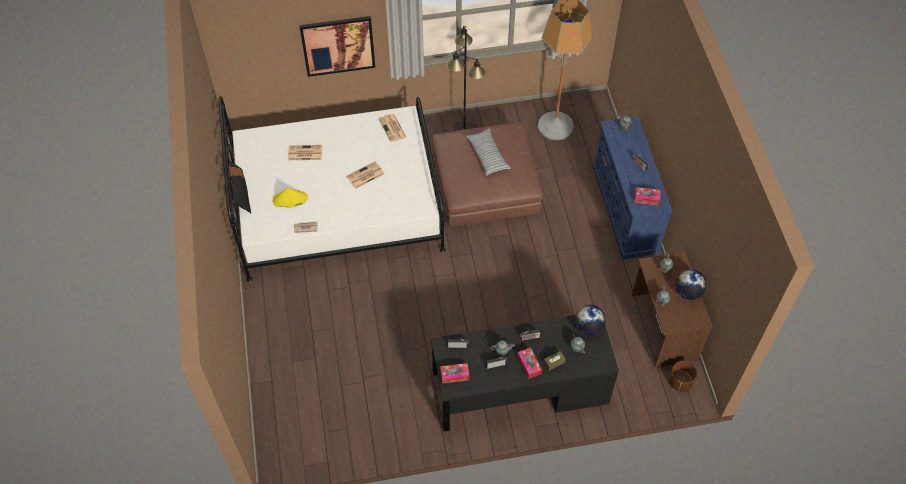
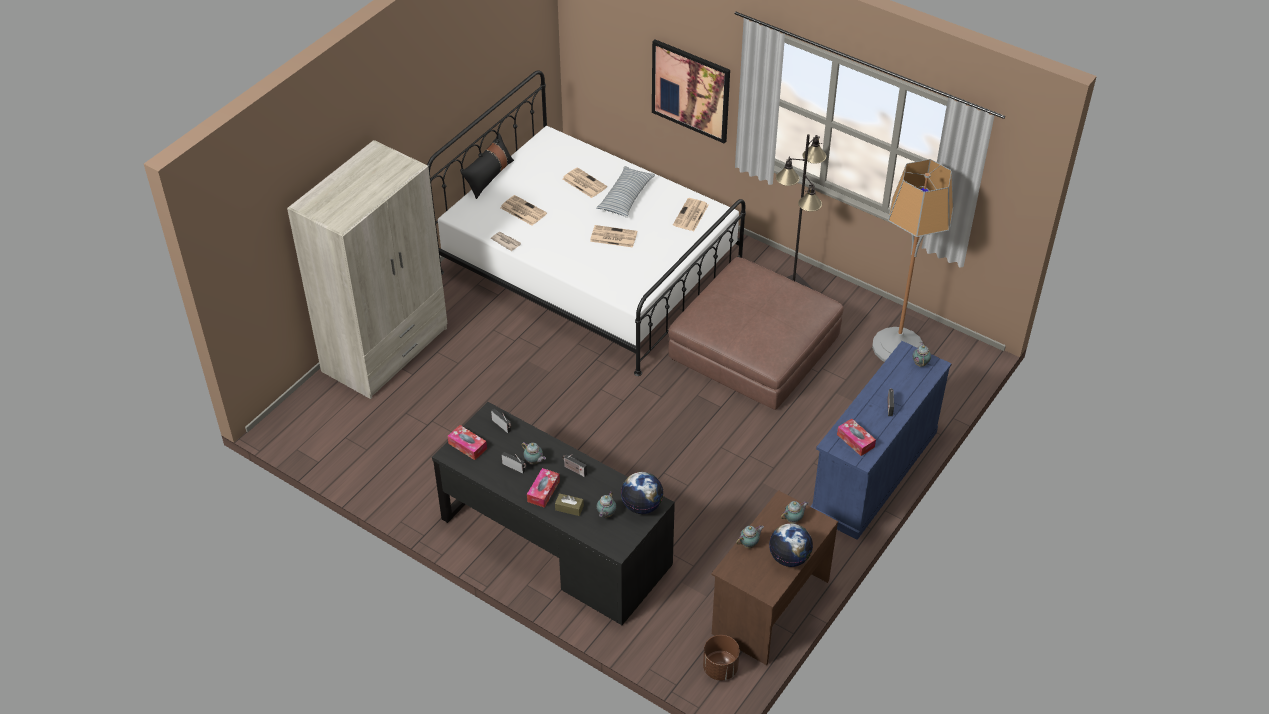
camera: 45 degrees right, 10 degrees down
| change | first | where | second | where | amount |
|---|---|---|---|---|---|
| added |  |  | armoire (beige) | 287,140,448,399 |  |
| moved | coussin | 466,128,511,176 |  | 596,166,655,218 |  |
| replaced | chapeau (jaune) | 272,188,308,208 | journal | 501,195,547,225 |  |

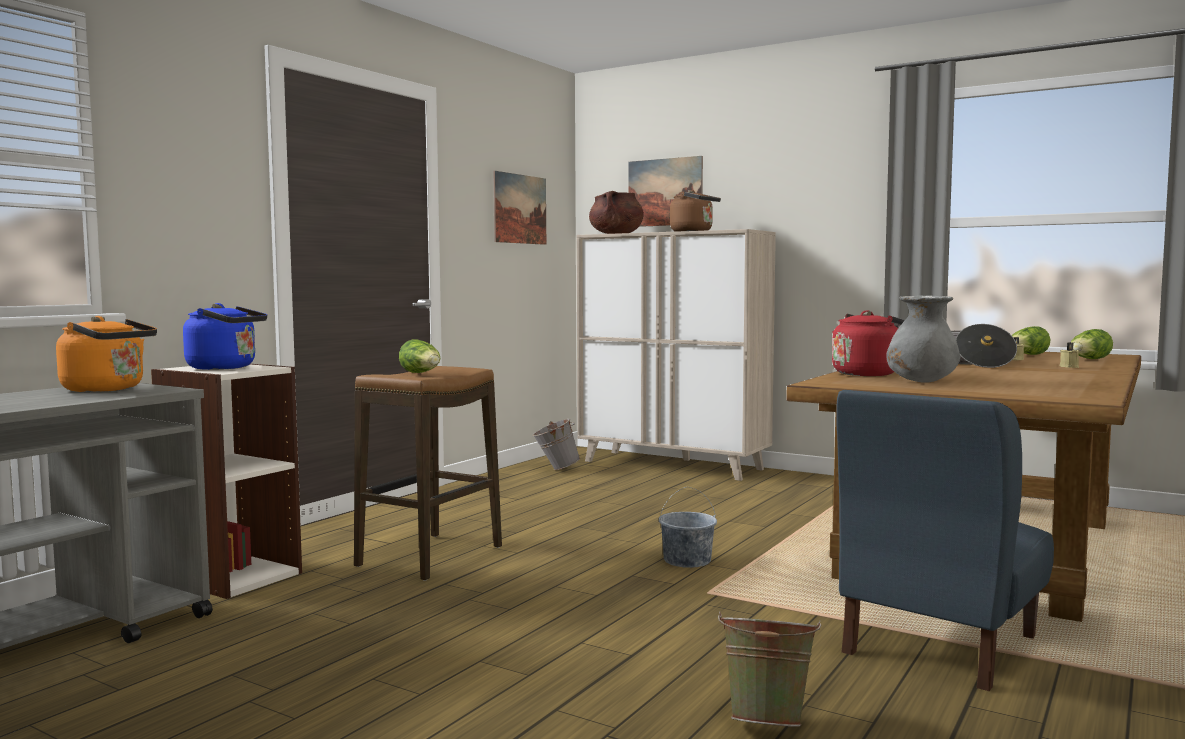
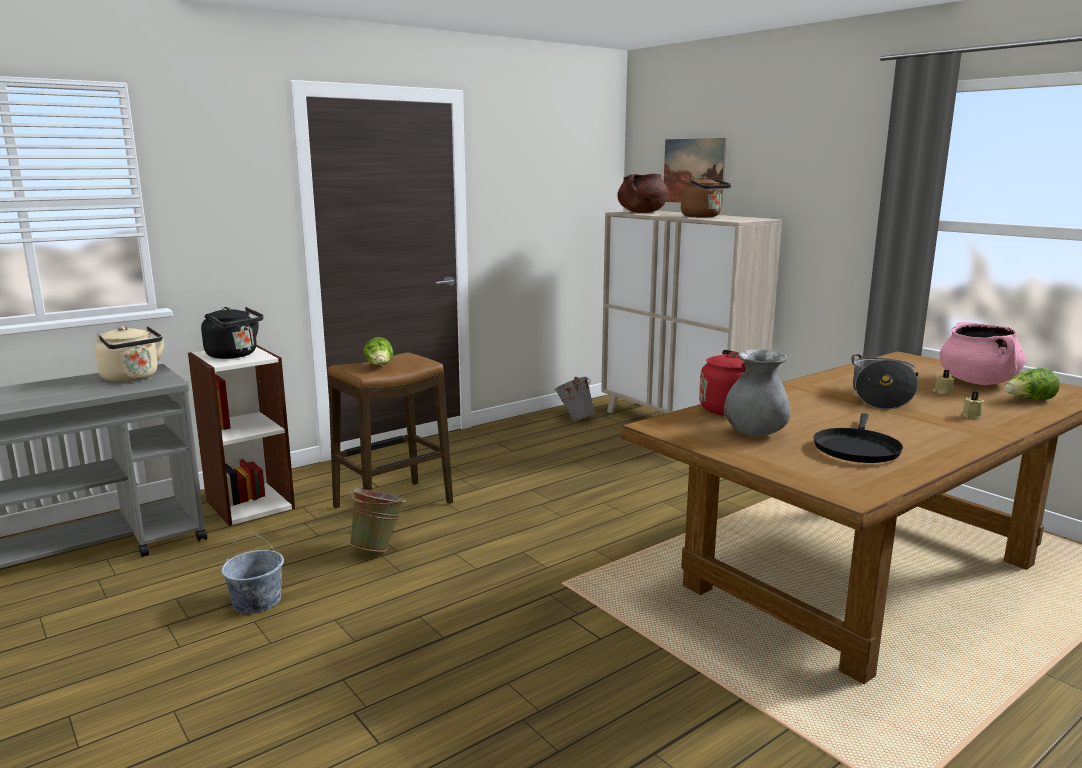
camera: 20 degrees right, 10 degrees up
| change | first | where | second | where | amount |
|---|---|---|---|---|---|
| removed | tableau | 493,171,546,245 |  |  |  |
| removed | chaise (bleu) | 836,390,1054,691 |  |  |  |
| added |  |  | poêle (noir) | 814,413,903,463 |  |
| moved | seau (gris) | 659,487,717,568 |  | 221,533,284,614 |  |
| moved | seau (vert) | 718,611,821,727 |  | 350,486,406,552 |  |
| replaced | laitue | 1012,326,1050,355 | marmite (rose) | 940,322,1026,385 |  |
| recoloured | bouilloire (orange) | 56,316,157,392 | bouilloire (beige) | 94,326,164,382 |  |
| recoloured | bouilloire (bleu) | 183,303,267,370 | bouilloire (noir) | 201,307,264,359 |  |

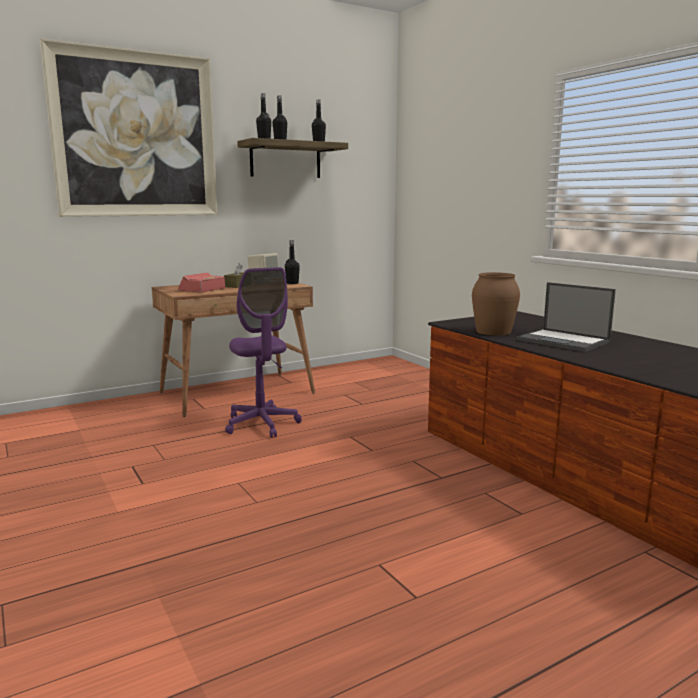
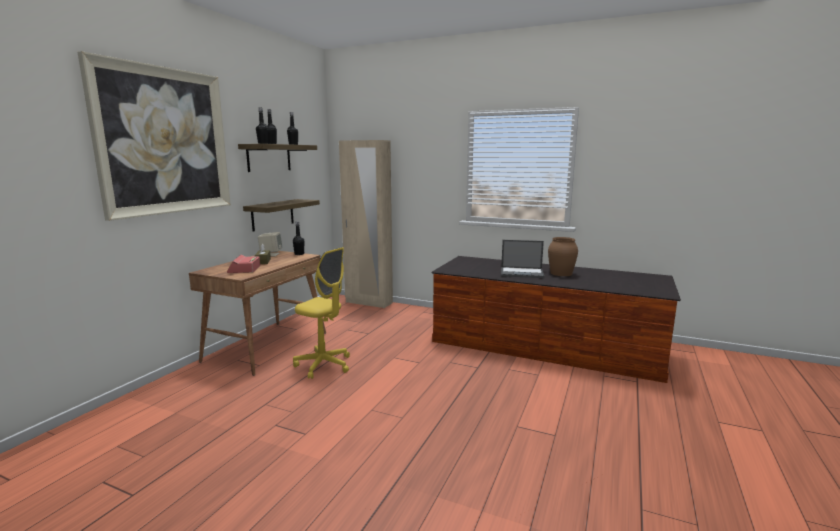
camera: 35 degrees left, 0 degrees up
| change | first | where | second | where | amount |
|---|---|---|---|---|---|
| added |  |  | étagère | 243,199,320,232 |  |
| added |  |  | armoire (beige) | 339,140,393,308 |  |
| moved | vase (marron) | 472,272,520,336 |  | 548,237,578,276 |  |
| recoloured | chaise de bureau (violet) | 225,267,302,438 | chaise de bureau (jaune) | 293,247,350,379 |  |

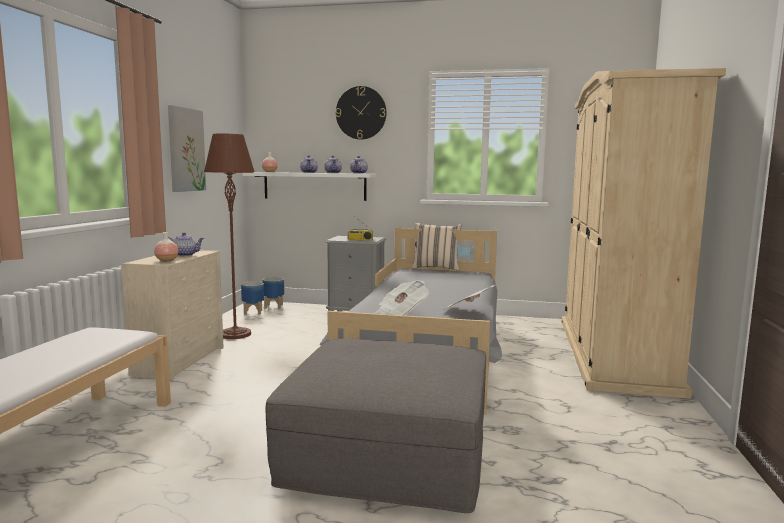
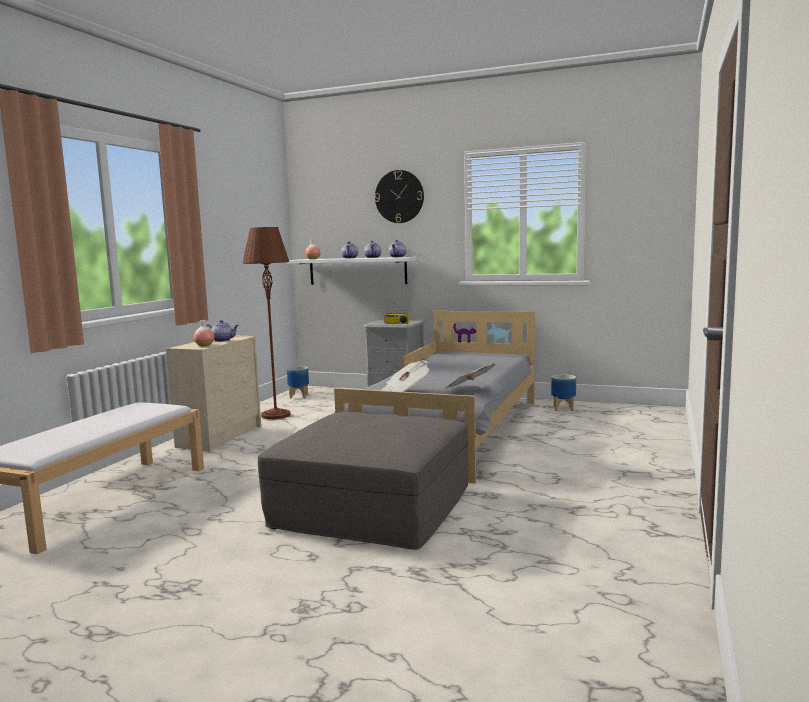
camera: 10 degrees right, 0 degrees up
| change | first | where | second | where | amount |
|---|---|---|---|---|---|
| removed | tableau | 168,105,206,192 |  |  |  |
| removed | coussin (beige) | 412,223,462,271 |  |  |  |
| removed | armoire (beige) | 562,68,726,399 |  |  |  |
| moved | cache-pot | 262,277,284,309 |  | 551,374,576,411 |  |

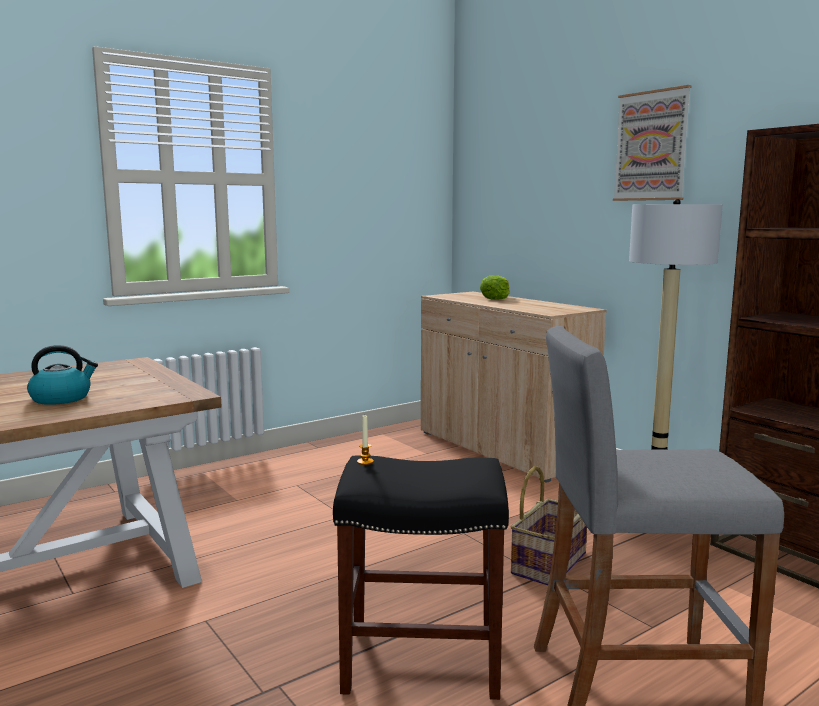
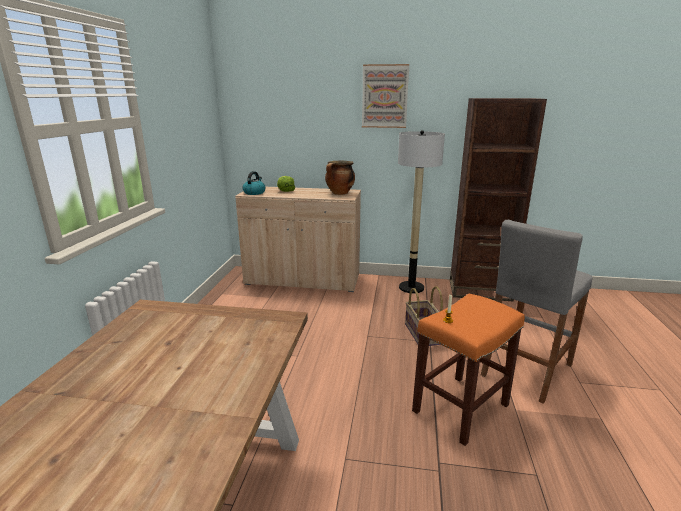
camera: 45 degrees left, 10 degrees up
| change | first | where | second | where | amount |
|---|---|---|---|---|---|
| added |  |  | marmite | 325,161,355,195 |  |
| moved | bouilloire | 27,345,98,405 |  | 242,171,266,195 |  |
| recoloured | tabouret (noir) | 333,455,509,700 | tabouret (orange) | 412,294,525,446 |  |

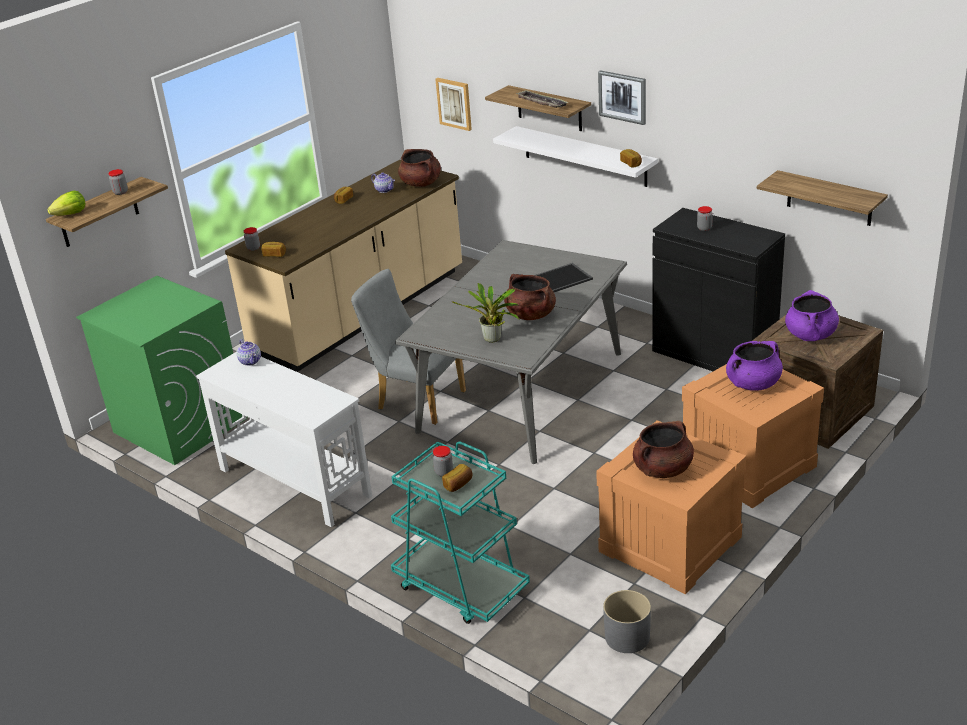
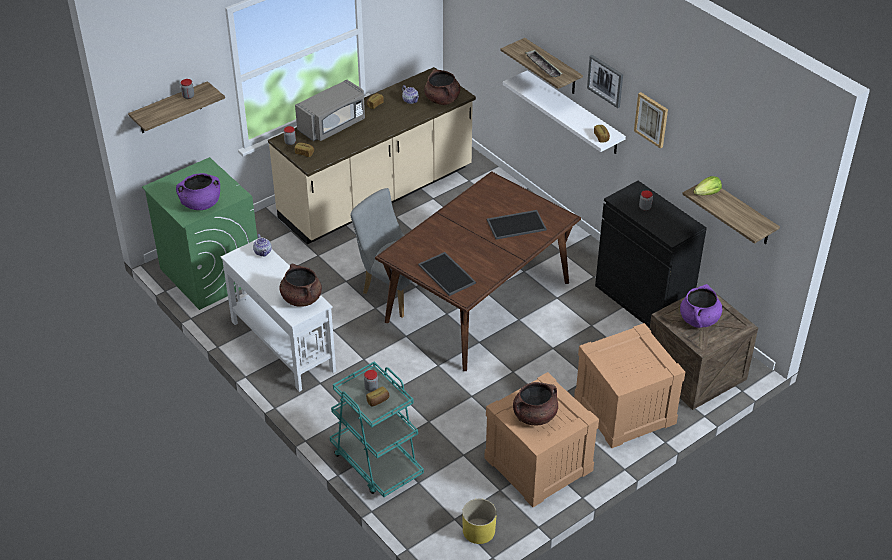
camera: 10 degrees right, 10 degrees up
| change | first | where | second | where | amount |
|---|---|---|---|---|---|
| added |  |  | micro-ondes (gris) | 295,80,365,141 |  |
| moved | laitue | 47,191,85,216 |  | 693,176,722,196 |  |
| moved | tableau | 435,78,472,131 |  | 634,92,668,149 |  |
| moved | marmite (marron) | 504,274,556,320 |  | 279,264,322,307 |  |
| moved | marmite (violet) | 726,341,783,391 |  | 176,173,220,210 |  |
| replaced | plante en pot | 451,283,520,343 | plateau | 418,252,476,296 |  |
| recoloured | table à manger (gris) | 395,240,627,464 | table à manger (marron) | 375,171,581,371 |  |
| recoloured | cache-pot (gris) | 603,590,651,653 | cache-pot (jaune) | 462,499,497,544 |  |

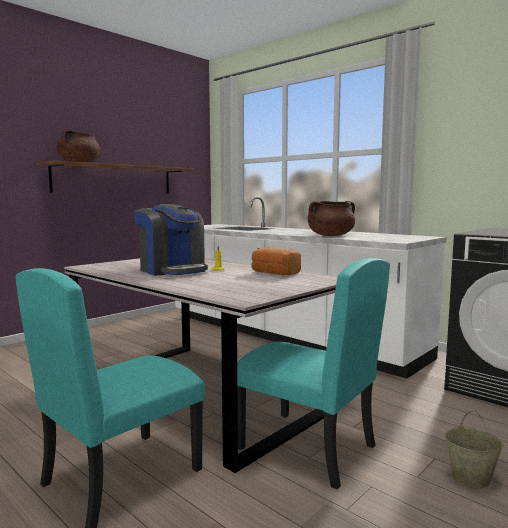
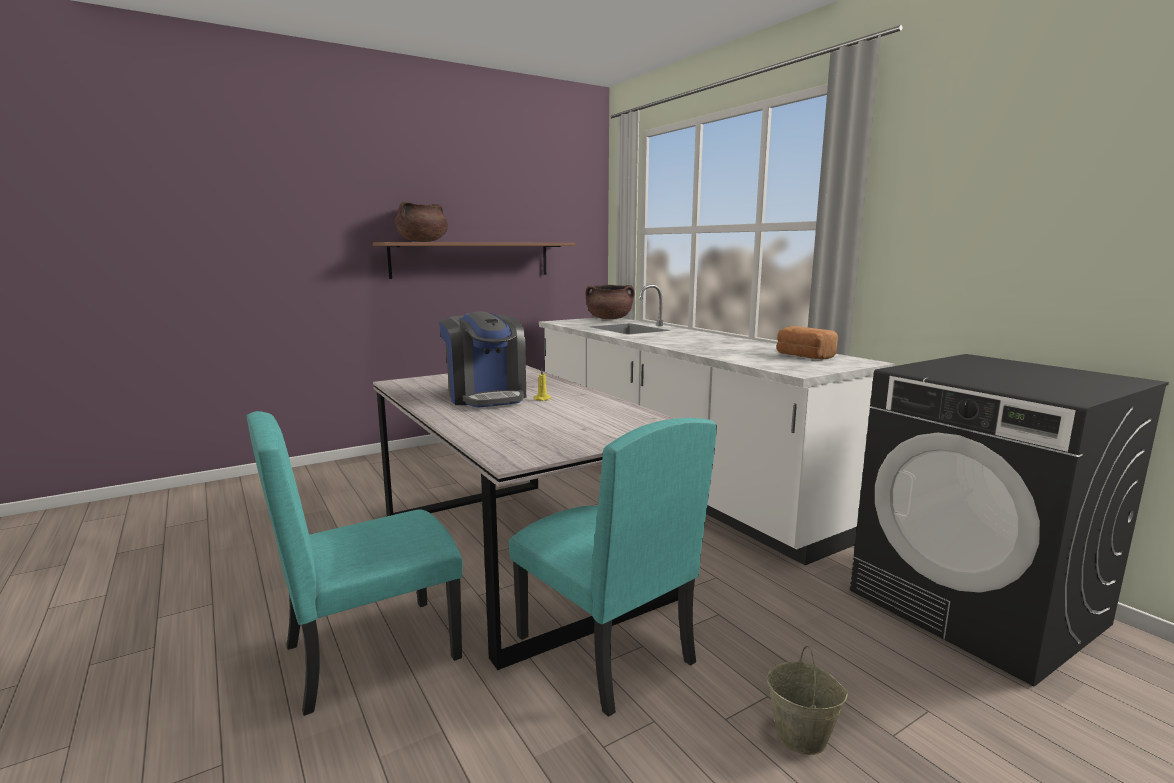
camera: 15 degrees right, 5 degrees up
| change | first | where | second | where | amount |
|---|---|---|---|---|---|
| moved | pain | 252,248,301,275 |  | 776,326,838,359 |  |
| moved | marmite (marron) | 308,201,355,236 |  | 585,285,635,319 |  |

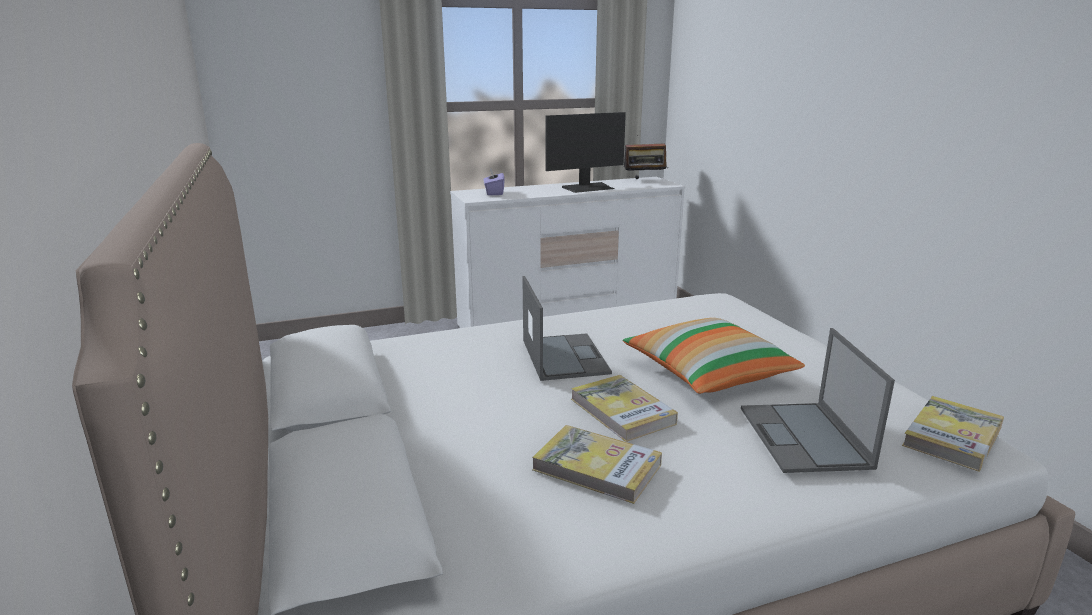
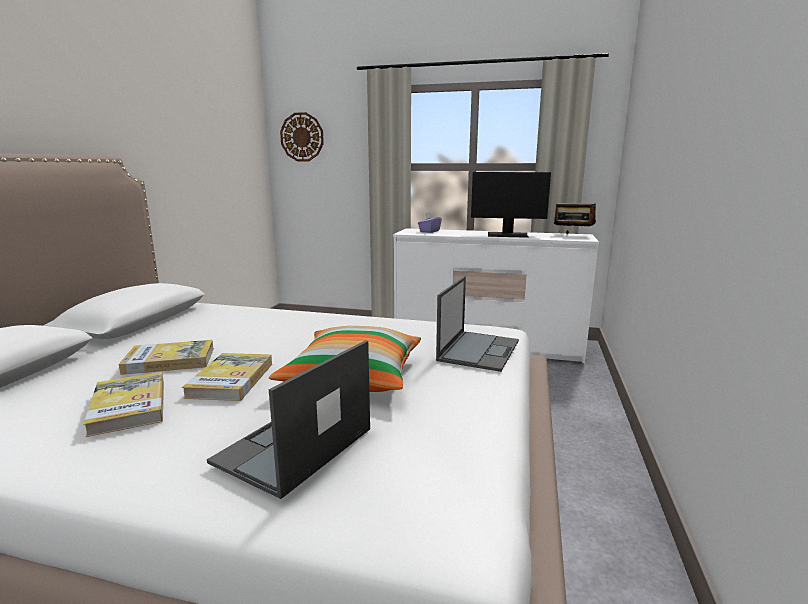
camera: 35 degrees right, 5 degrees down
| change | first | where | second | where | amount |
|---|---|---|---|---|---|
| added |  |  | horloge murale | 280,112,324,162 |  |
| moved | ordinateur portable | 522,276,612,381 |  | 436,276,519,372 |  |
| moved | livre | 902,396,1004,472 |  | 119,340,213,375 |  |

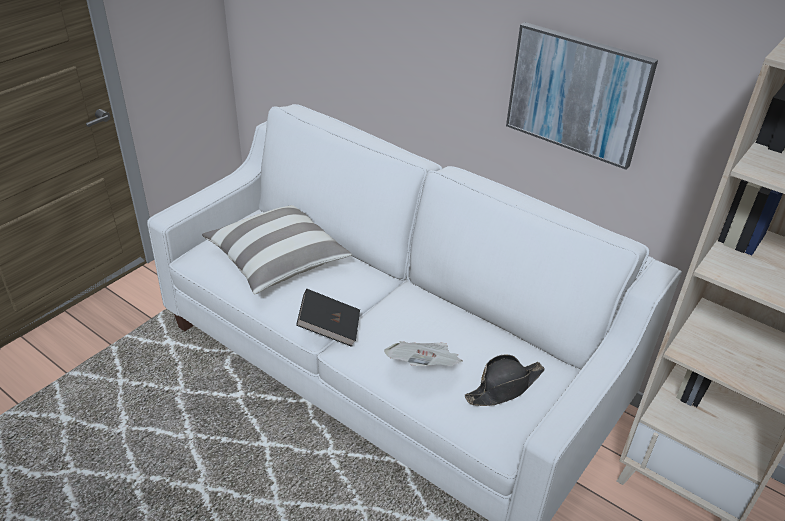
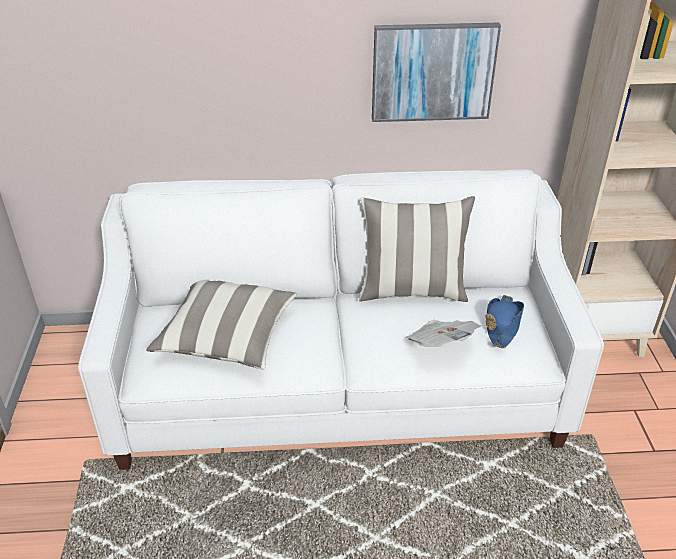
camera: 40 degrees left, 0 degrees up
| change | first | where | second | where | amount |
|---|---|---|---|---|---|
| removed | livre (noir) | 296,289,360,347 |  |  |  |
| added |  |  | coussin | 359,196,475,302 |  |
| recoloured | chapeau (noir) | 465,355,545,406 | chapeau (bleu) | 485,295,524,348 |  |

